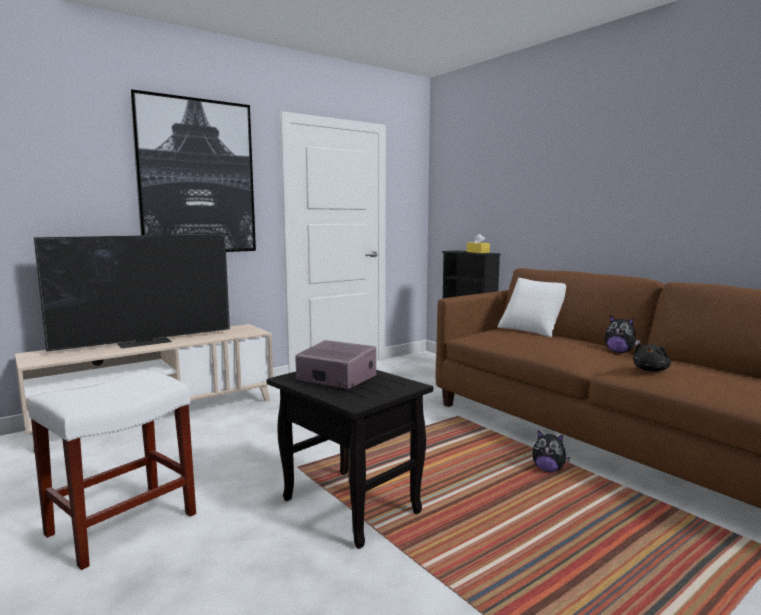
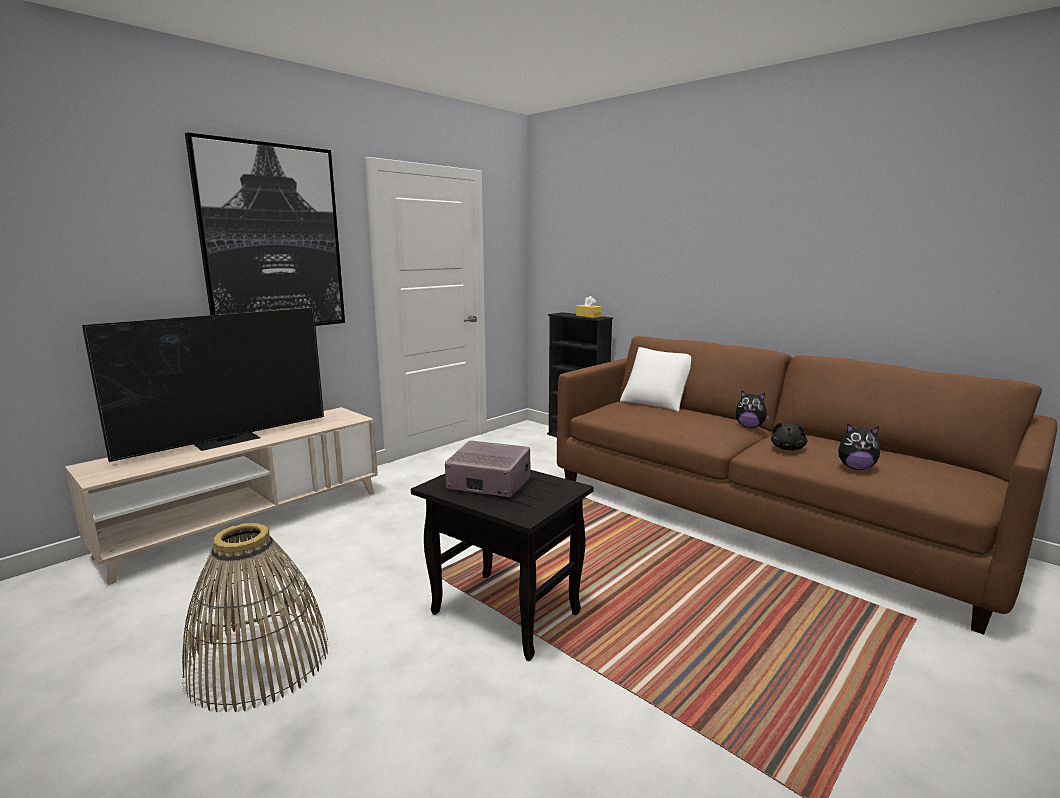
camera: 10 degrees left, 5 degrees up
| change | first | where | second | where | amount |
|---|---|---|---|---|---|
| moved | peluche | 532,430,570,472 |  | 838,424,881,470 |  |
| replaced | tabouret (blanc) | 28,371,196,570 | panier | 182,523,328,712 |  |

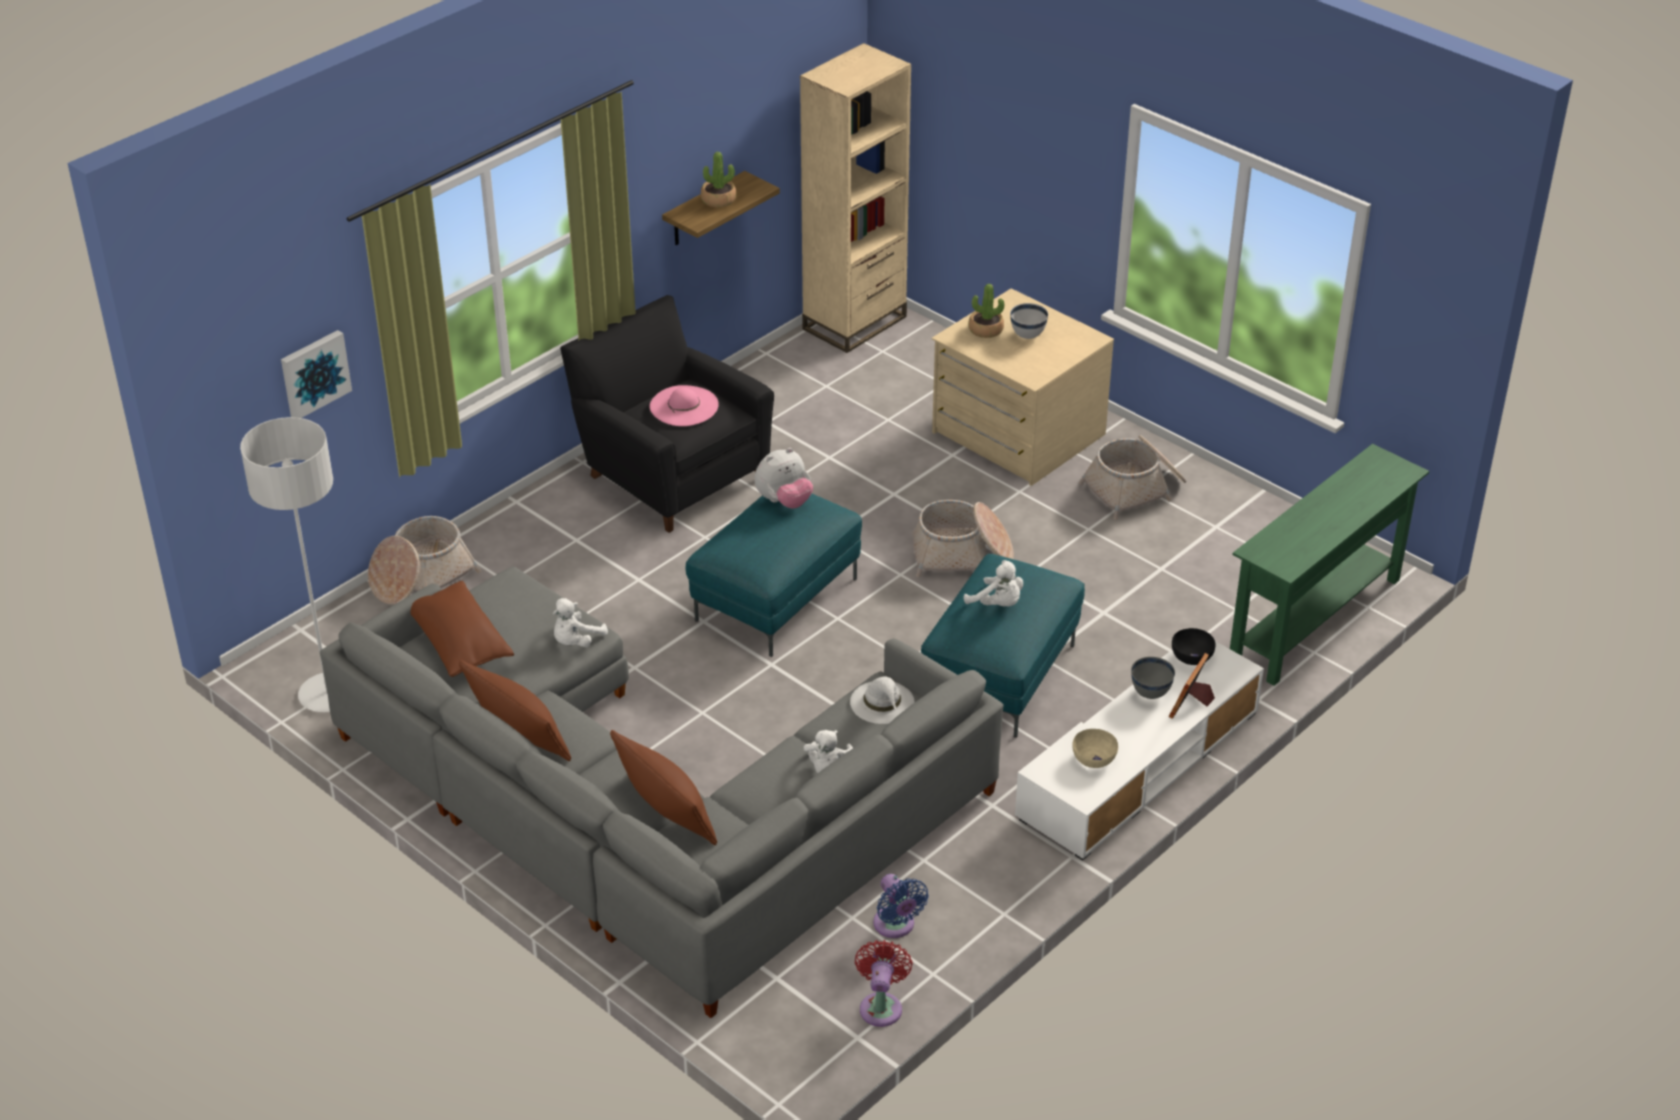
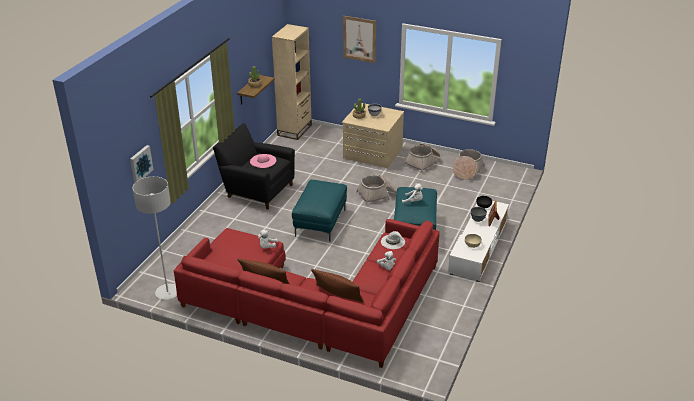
camera: 20 degrees left, 5 degrees down
| change | first | where | second | where | amount |
|---|---|---|---|---|---|
| removed | coussin (marron) | 410,581,514,677 |  |  |  |
| removed | peluche | 755,448,813,508 |  |  |  |
| removed | ventilateur (rouge) | 855,940,913,1027 |  |  |  |
| removed | ventilateur (bleu) | 873,874,929,938 |  |  |  |
| removed | table console (vert) | 1230,444,1429,686 |  |  |  |
| added |  |  | tableau | 343,16,376,63 |  |
| moved | panier | 368,516,481,605 |  | 453,149,485,180 |  |
| recoloured | canapé (gris) | 320,566,1004,1018 | canapé (rouge) | 174,219,440,368 |  |

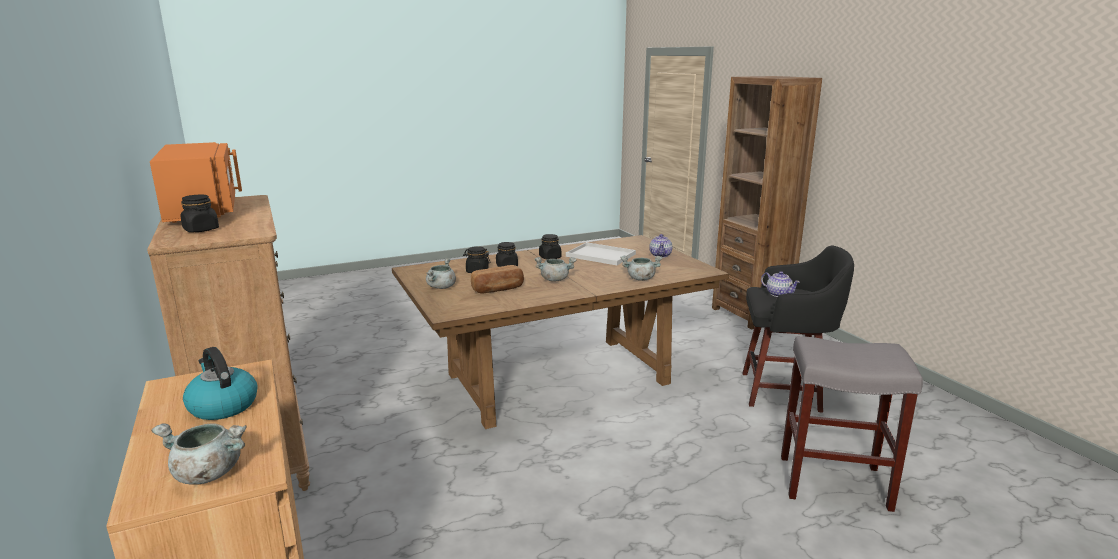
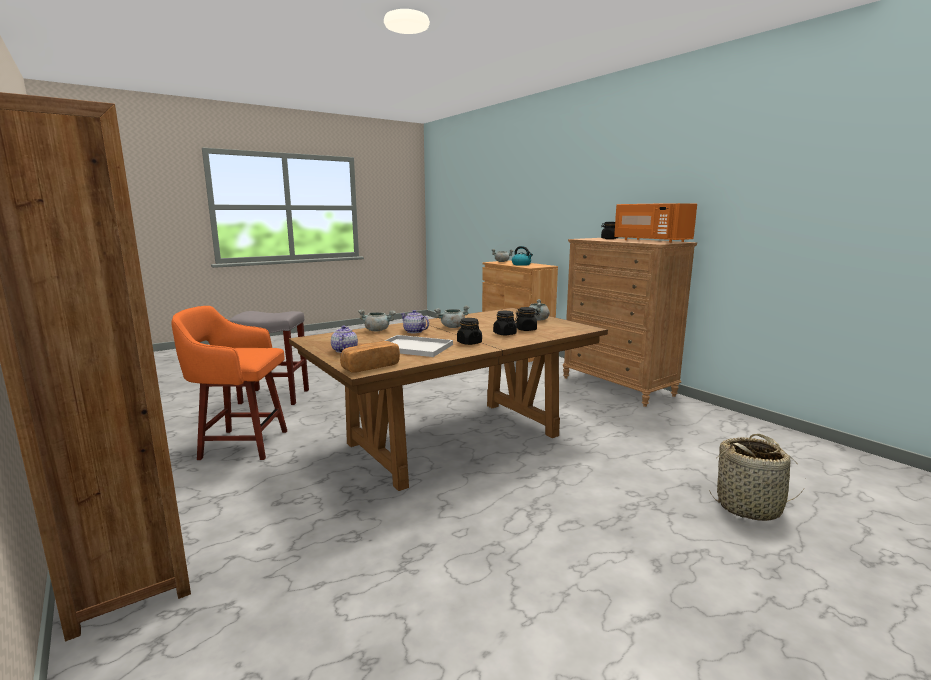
camera: 170 degrees right, 5 degrees down
| change | first | where | second | where | amount |
|---|---|---|---|---|---|
| added |  |  | panier | 709,434,804,521 |  |
| moved | pain | 471,265,524,294 |  | 340,341,400,373 |  |
| moved | théière | 761,271,800,297 |  | 400,310,429,333 |  |
| recoloured | tabouret (noir) | 742,245,854,413 | tabouret (orange) | 172,306,287,460 |  |

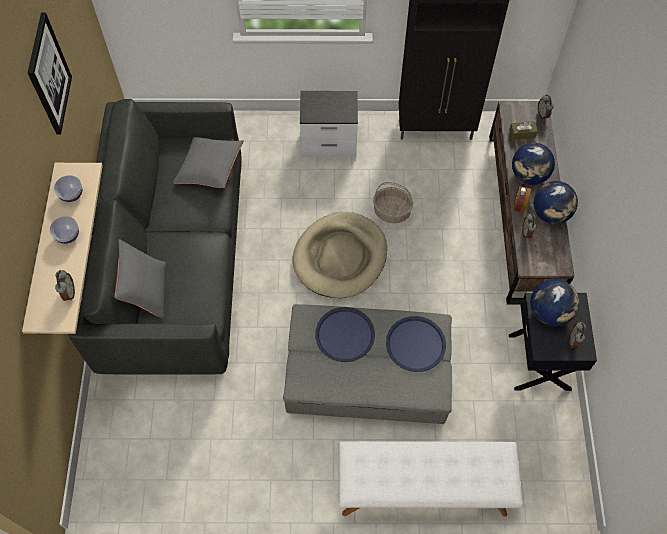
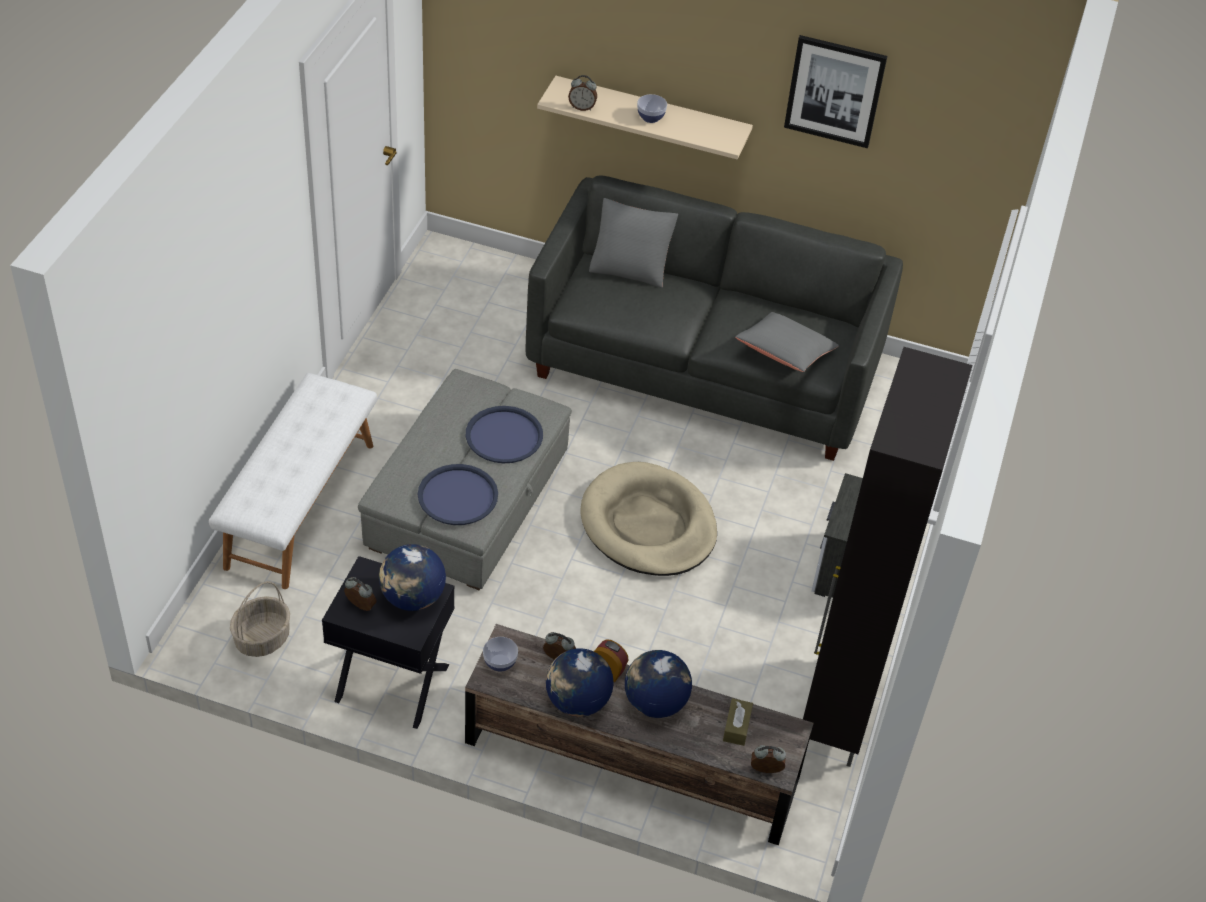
camera: 105 degrees right, 15 degrees down
| change | first | where | second | where | amount |
|---|---|---|---|---|---|
| moved | bol | 54,175,82,202 |  | 483,637,518,672 |  |
| moved | panier | 373,182,413,223 |  | 230,581,290,657 |  |

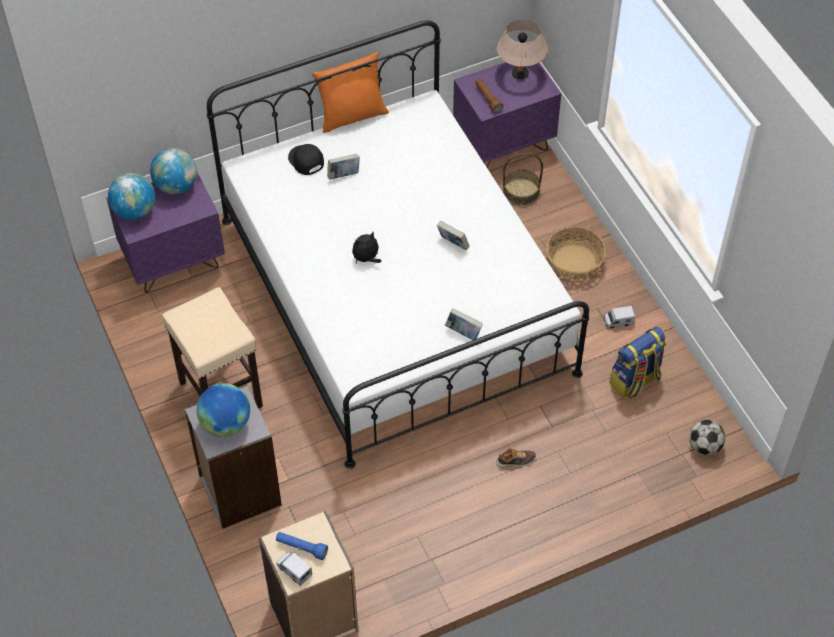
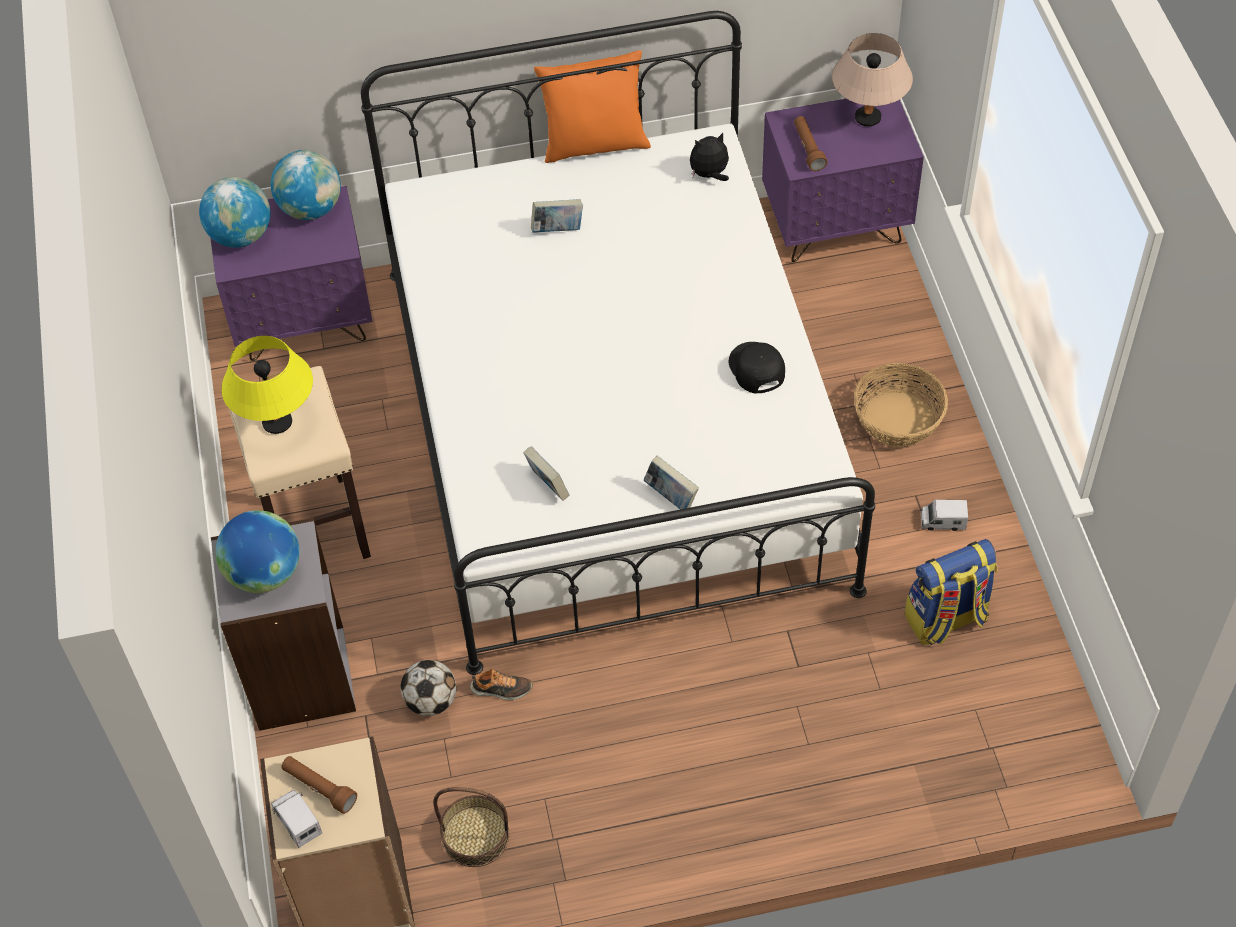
camera: 15 degrees right, 0 degrees up
| change | first | where | second | where | amount |
|---|---|---|---|---|---|
| added |  |  | lampe de table (jaune) | 221,336,313,434 |  |
| moved | casquette (noir) | 288,144,324,175 |  | 729,342,785,394 |  |
| moved | peluche | 352,232,381,264 |  | 690,133,729,181 |  |
| moved | livre | 437,221,470,250 |  | 523,446,569,501 |  |
| moved | chaussure | 496,448,536,467 |  | 470,669,533,700 |  |
| moved | panier | 503,153,543,205 |  | 433,787,509,867 |  |
| moved | ballon de foot | 689,420,725,455 |  | 400,660,457,716 |  |
| recoloured | lampe de poche (bleu) | 276,532,328,560 | lampe de poche (marron) | 281,756,357,814 |  |

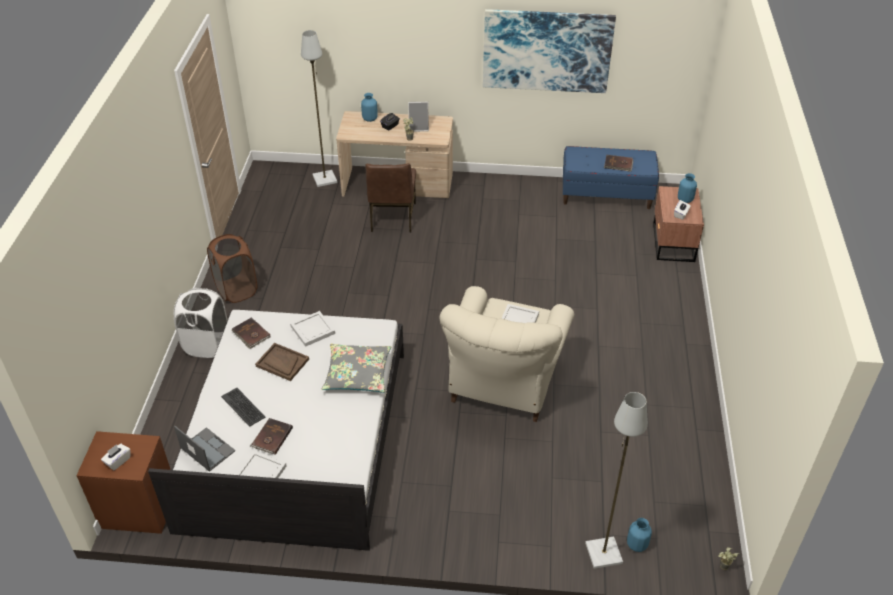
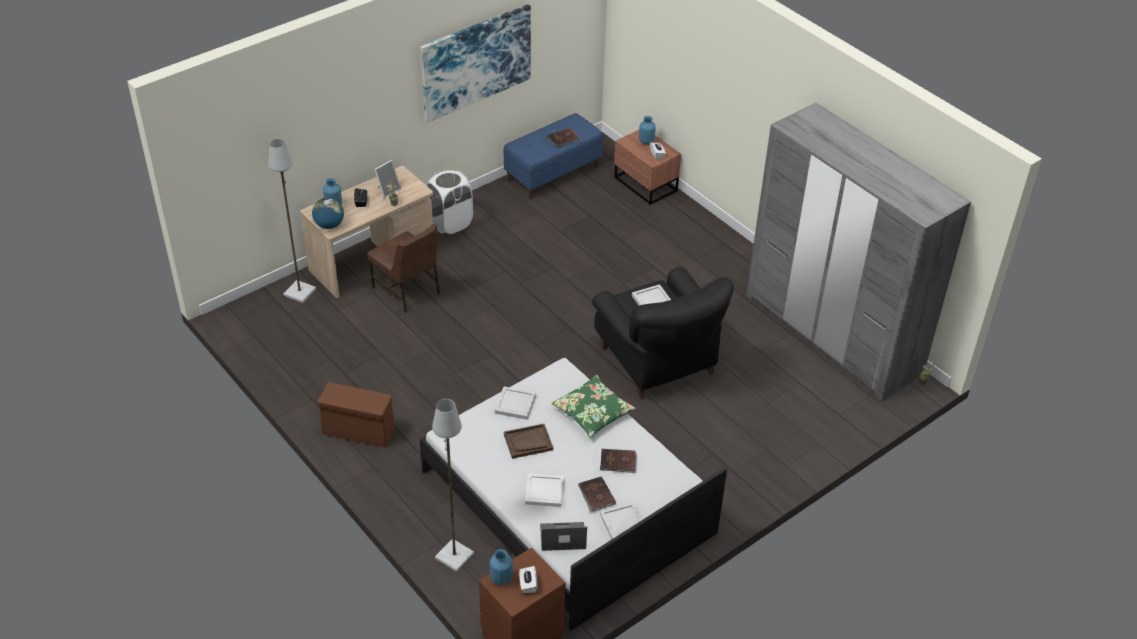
camera: 45 degrees left, 0 degrees up
| change | first | where | second | where | amount |
|---|---|---|---|---|---|
| added |  |  | globe | 312,197,344,229 |  |
| added |  |  | armoire (gris) | 746,103,971,401 |  |
| moved | panier à linge (blanc) | 174,288,228,358 |  | 426,169,473,234 |  |
| moved | livre (marron) | 232,317,270,349 |  | 600,449,637,473 |  |
| moved | lampadaire (gris) | 585,392,648,569 |  | 432,399,474,572 |  |
| moved | vase (bleu) | 627,518,652,552 |  | 490,549,513,585 |  |
| replaced | panier à linge (marron) | 207,234,257,303 | boîte de rangement (marron) | 318,382,395,447 |  |
| replaced | clavier | 221,388,266,427 | plateau (blanc) | 525,474,564,507 |  |
| recoloured | coussin (gris) | 321,344,391,393 | coussin (vert) | 551,375,636,438 |  |
| recoloured | fauteuil (beige) | 440,286,574,422 | fauteuil (noir) | 592,267,734,400 |  |

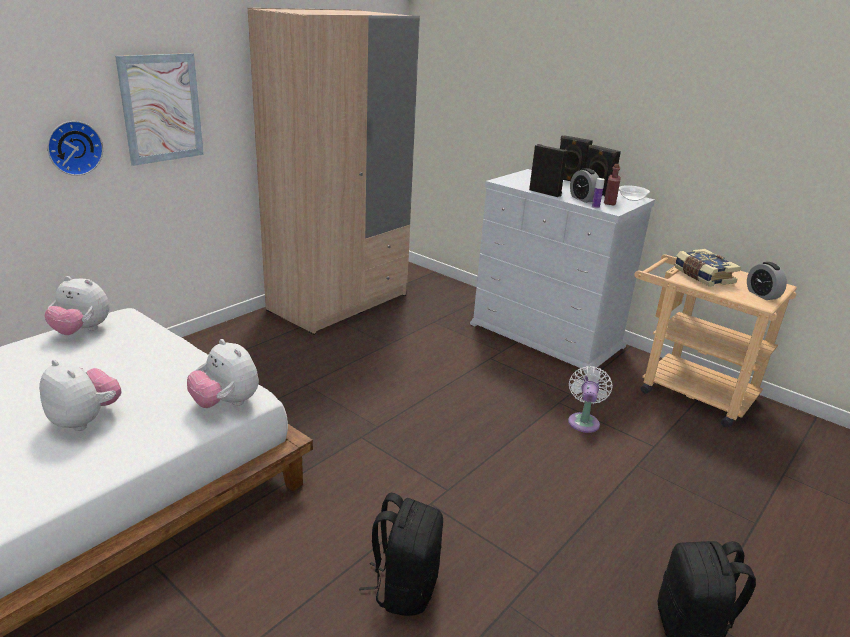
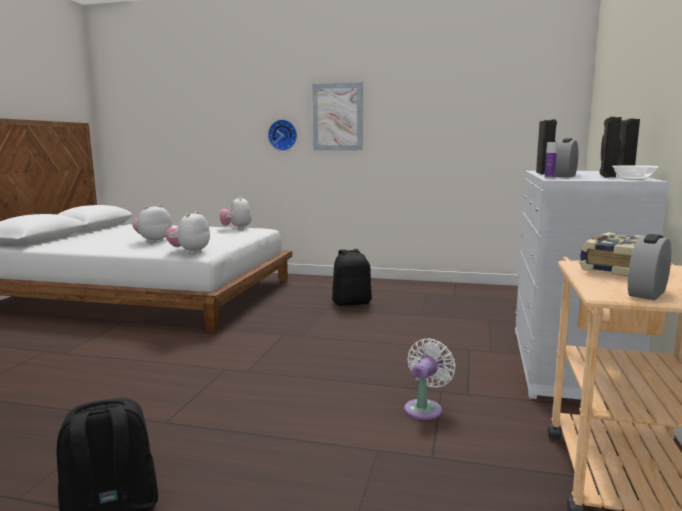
camera: 65 degrees right, 15 degrees down
| change | first | where | second | where | amount |
|---|---|---|---|---|---|
| removed | armoire (beige) | 248,8,420,335 |  |  |  |
| removed | bouteille (rouge) | 604,164,621,205 |  |  |  |
| moved | sac à dos (noir) | 359,493,443,616 |  | 332,249,372,306 |  |
| turned | peluche | 39,359,121,431 |  | 132,204,172,243 | 150 degrees counterclockwise |
| turned | ventilateur (blanc) | 568,366,613,433 |  | 404,338,456,420 | 45 degrees counterclockwise |

